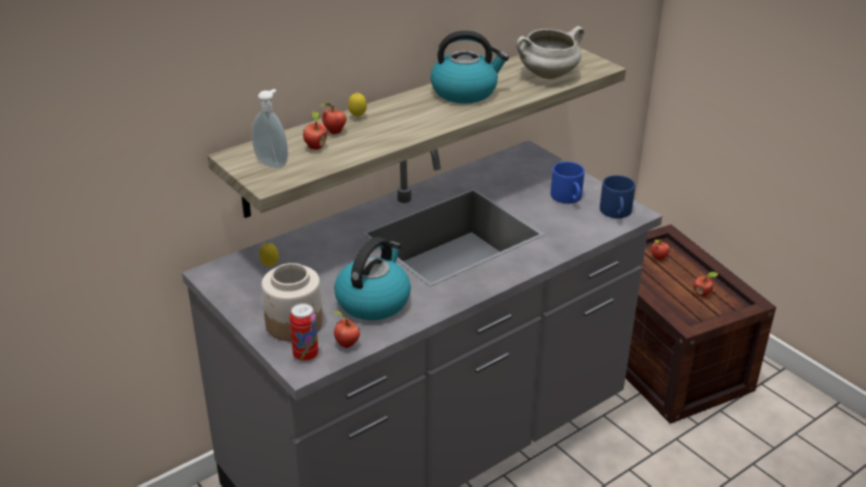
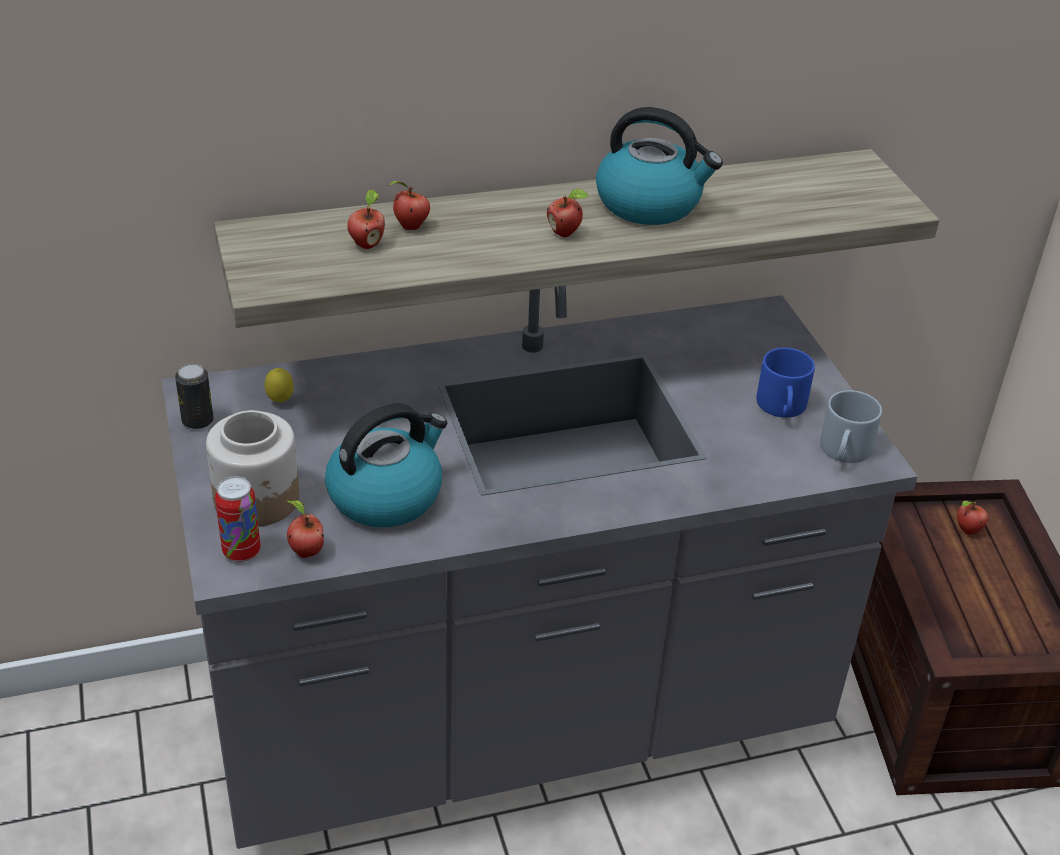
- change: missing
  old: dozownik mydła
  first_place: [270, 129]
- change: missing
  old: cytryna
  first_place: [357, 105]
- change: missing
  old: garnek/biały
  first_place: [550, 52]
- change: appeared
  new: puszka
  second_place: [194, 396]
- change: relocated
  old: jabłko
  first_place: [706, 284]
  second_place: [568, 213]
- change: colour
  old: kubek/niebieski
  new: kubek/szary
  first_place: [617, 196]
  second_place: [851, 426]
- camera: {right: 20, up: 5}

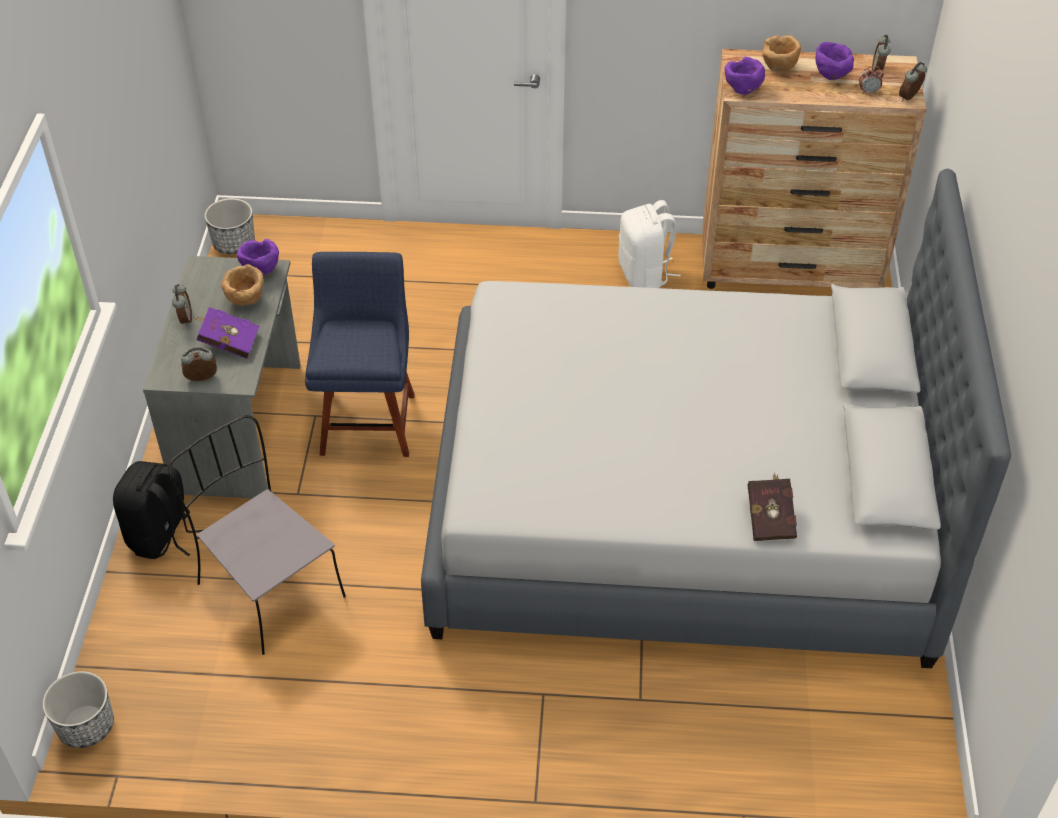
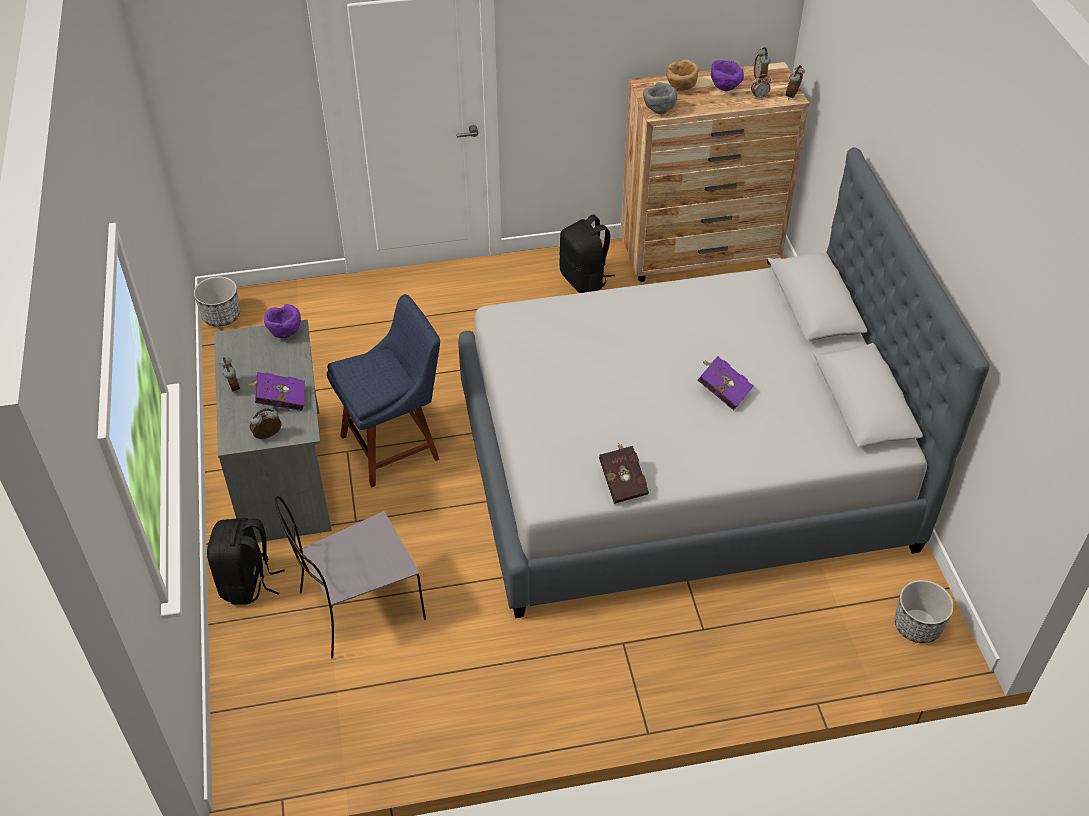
- change: missing
  old: miska/brązowy
  first_place: [242, 284]
- change: appeared
  new: książka/fioletowy
  second_place: [726, 383]
- change: relocated
  old: donica
  first_place: [78, 709]
  second_place: [924, 611]
- change: relocated
  old: książka/czerwony
  first_place: [772, 506]
  second_place: [624, 473]
- change: colour
  old: plecak/biały
  new: plecak/czarny
  first_place: [650, 244]
  second_place: [587, 254]
- change: colour
  old: miska/fioletowy
  new: miska/szary
  first_place: [744, 76]
  second_place: [660, 98]
- change: spun
  old: krzesło/szary
  first_place: [257, 535]
  second_place: [350, 577]
  degrees: -60
- change: spun
  old: krzesło/niebieski
  first_place: [360, 354]
  second_place: [383, 390]
  degrees: 75
- camera: {right: -15, up: 0}

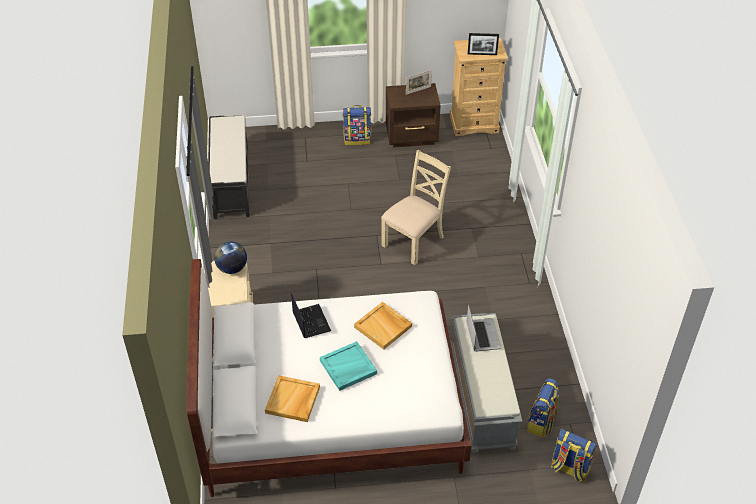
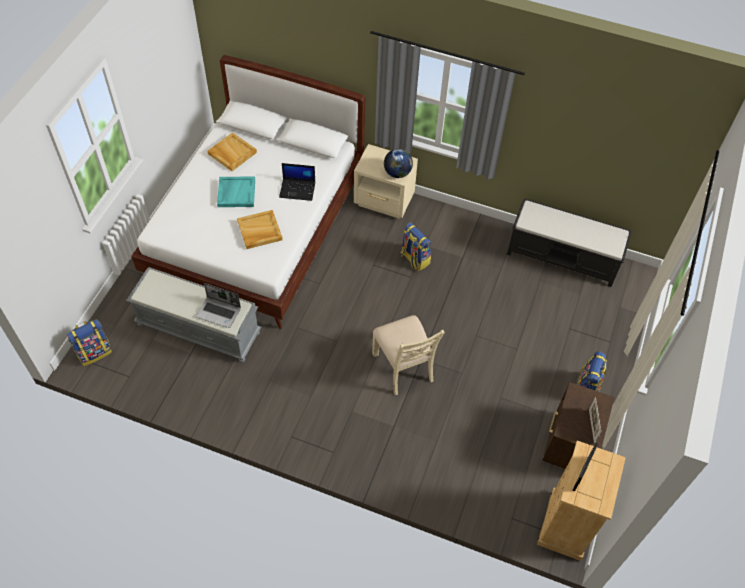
- change: relocated
  old: plecak
  first_place: [542, 408]
  second_place: [415, 247]
- camera: {right: 115, up: 10}

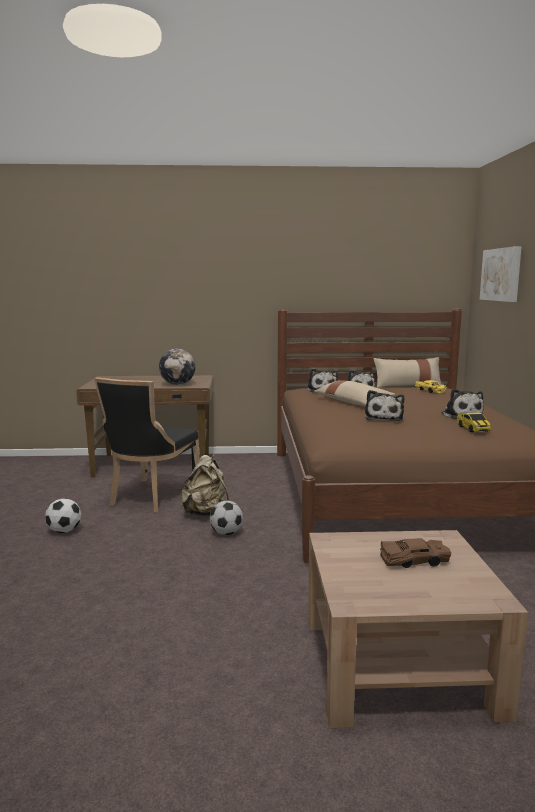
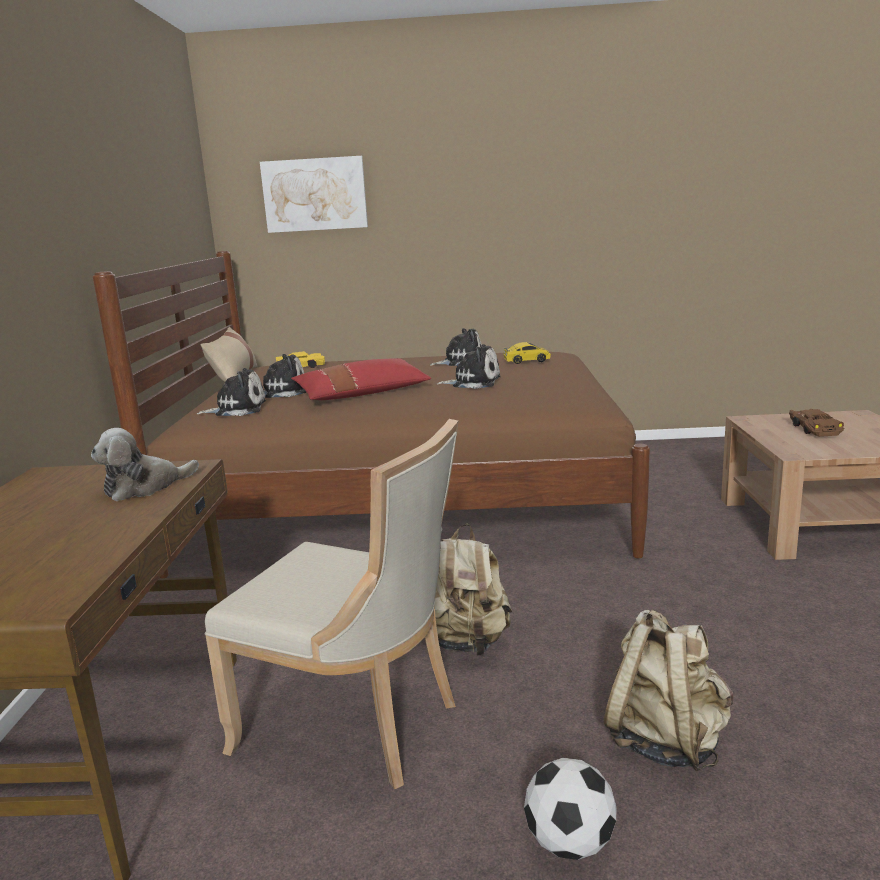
- change: missing
  old: piłka futbolowa
  first_place: [226, 518]
- change: appeared
  new: plecak/beżowy
  second_place: [668, 690]
- change: exchanged
  old: globus
  new: pluszak
  first_place: [177, 367]
  second_place: [145, 464]
- change: colour
  old: krzesło/czarny
  new: krzesło/beżowy
  first_place: [146, 444]
  second_place: [331, 604]
- change: colour
  old: poduszka/beżowy
  new: poduszka/czerwony
  first_place: [354, 393]
  second_place: [361, 379]
- camera: {right: -85, up: 5}

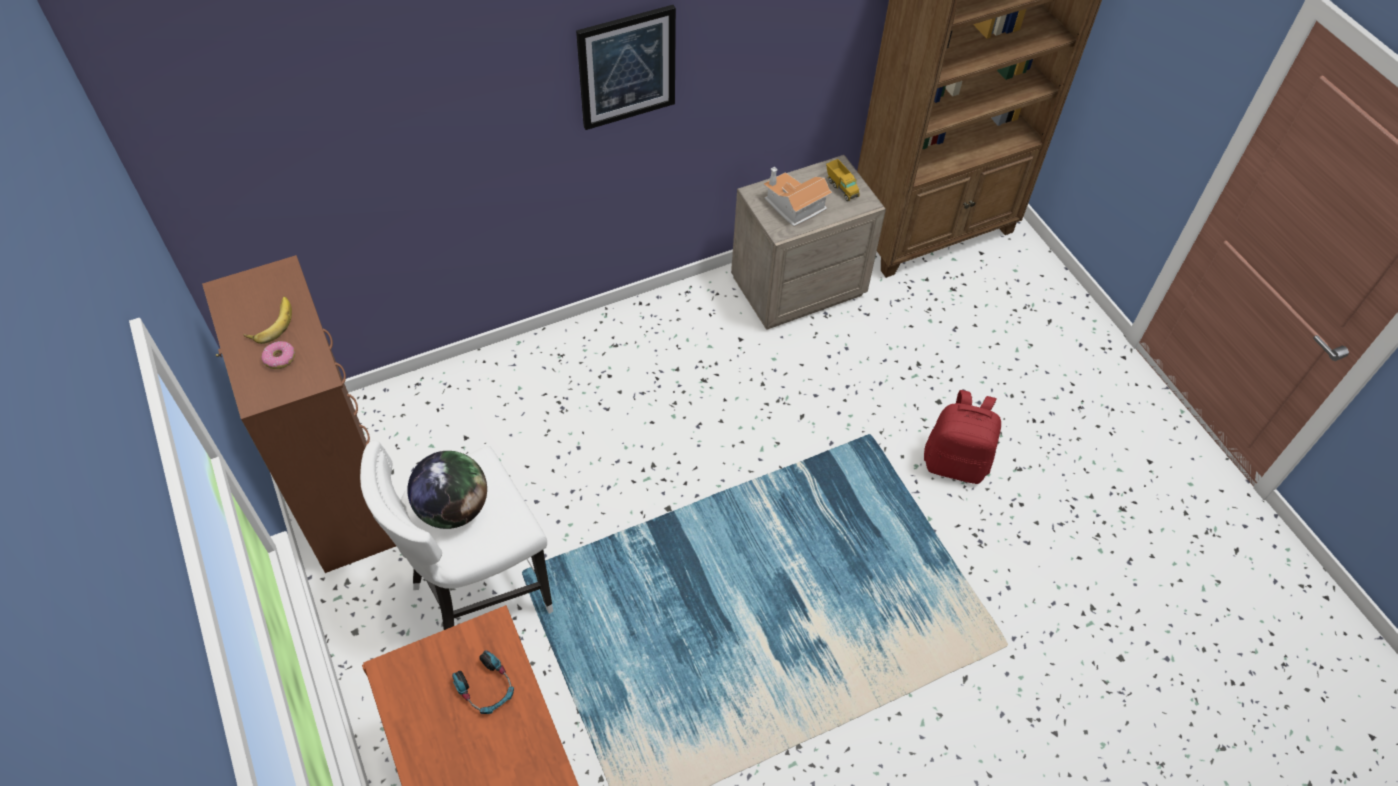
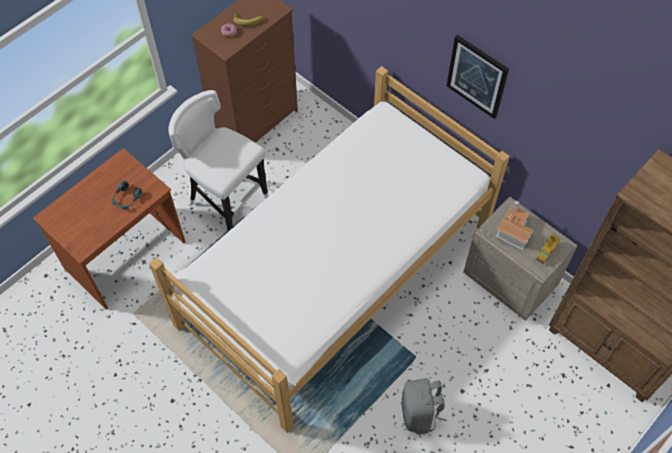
- change: missing
  old: globus
  first_place: [447, 490]
- change: appeared
  new: łóżko
  second_place: [329, 249]
- change: colour
  old: plecak/czerwony
  new: plecak/szary
  first_place: [962, 437]
  second_place: [424, 406]
- camera: {right: 70, up: 5}

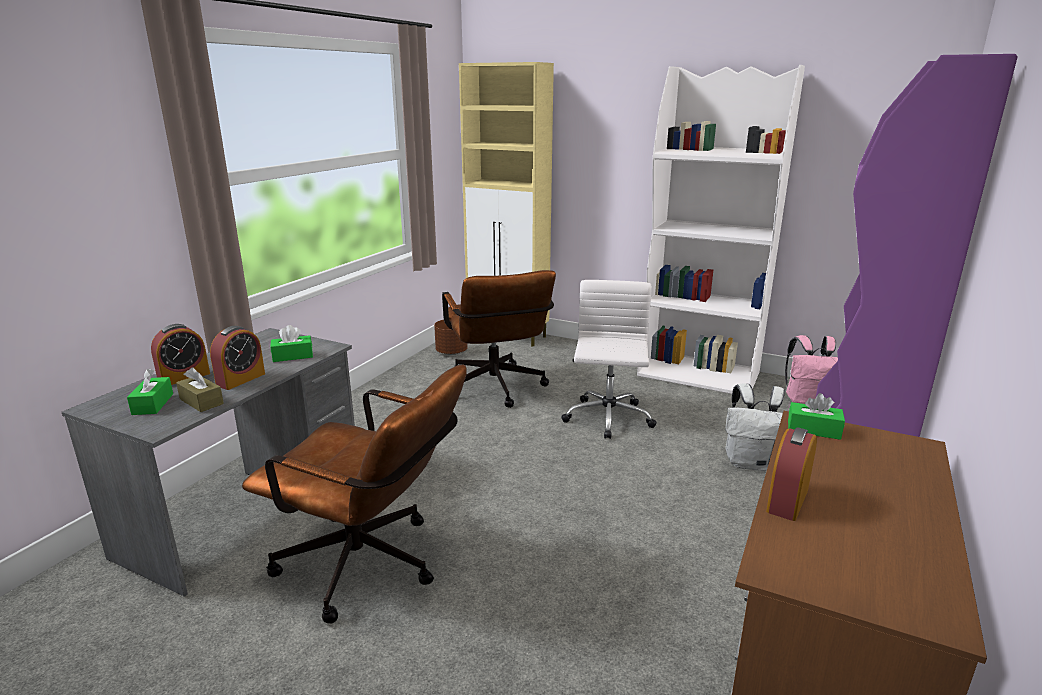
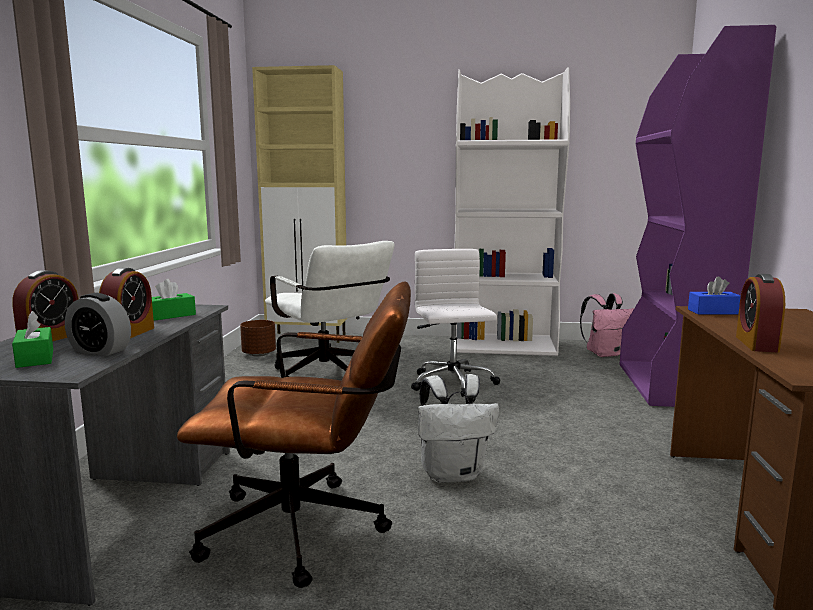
- change: relocated
  old: plecak/biały
  first_place: [755, 427]
  second_place: [458, 428]
- change: exchanged
  old: pudełko chusteczek/brązowy
  new: budzik
  first_place: [200, 389]
  second_place: [98, 324]
- change: colour
  old: krzesło biurowe/brązowy
  new: krzesło biurowe/biały
  first_place: [499, 339]
  second_place: [330, 309]
- change: colour
  old: pudełko chusteczek/zielony
  new: pudełko chusteczek/niebieski
  first_place: [816, 416]
  second_place: [714, 295]
- camera: {right: -20, up: -10}

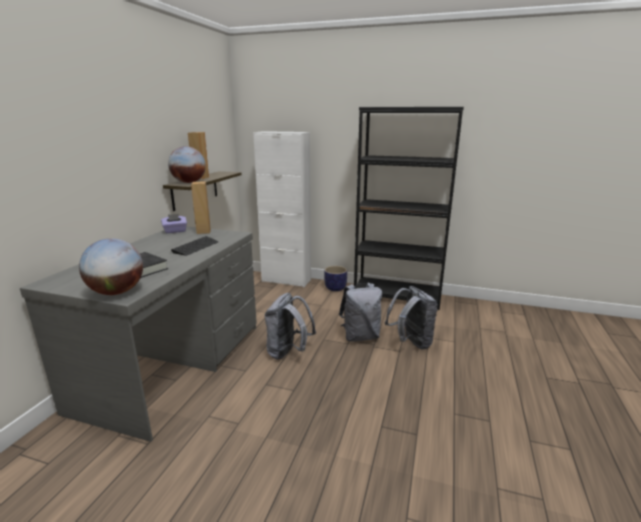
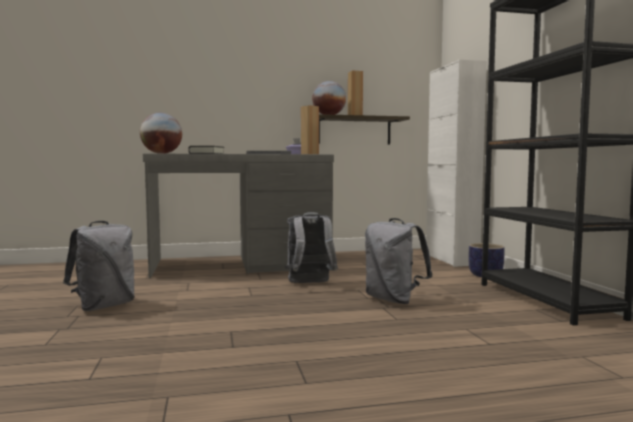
- change: relocated
  old: plecak/szary
  first_place: [411, 317]
  second_place: [99, 266]
- camera: {right: 60, up: -15}

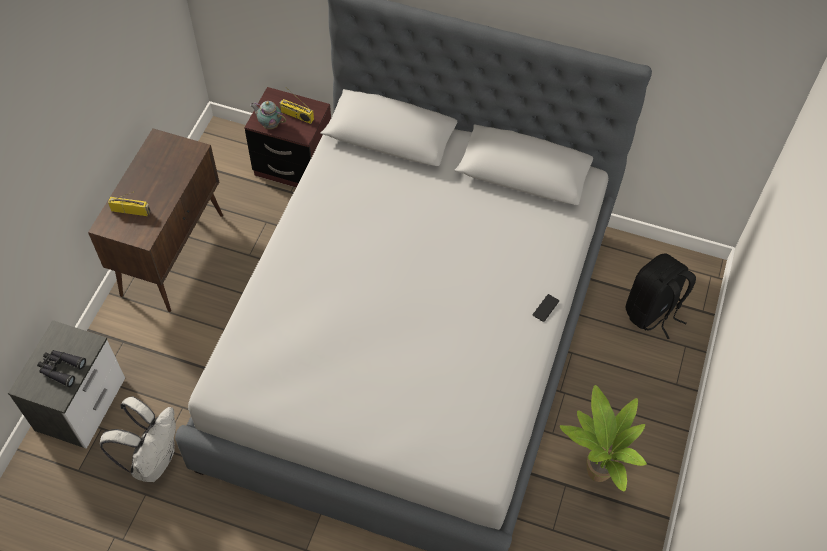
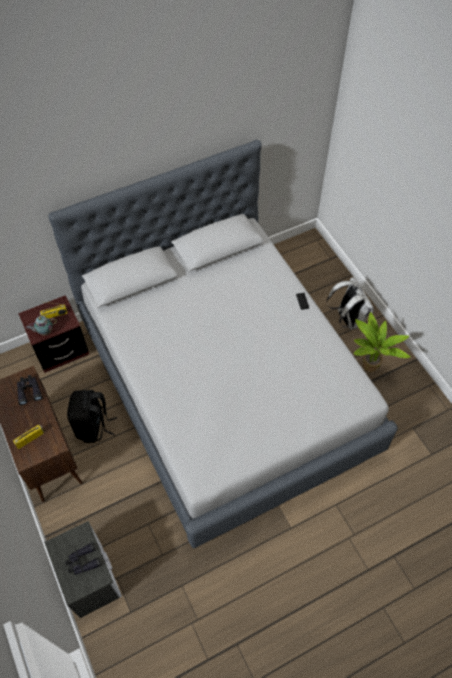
- change: appeared
  new: lornetka/czarny
  second_place: [29, 390]
- change: relocated
  old: plecak/biały
  first_place: [138, 439]
  second_place: [349, 303]
- change: relocated
  old: plecak/czarny
  first_place: [660, 296]
  second_place: [92, 416]
- camera: {right: -45, up: 0}

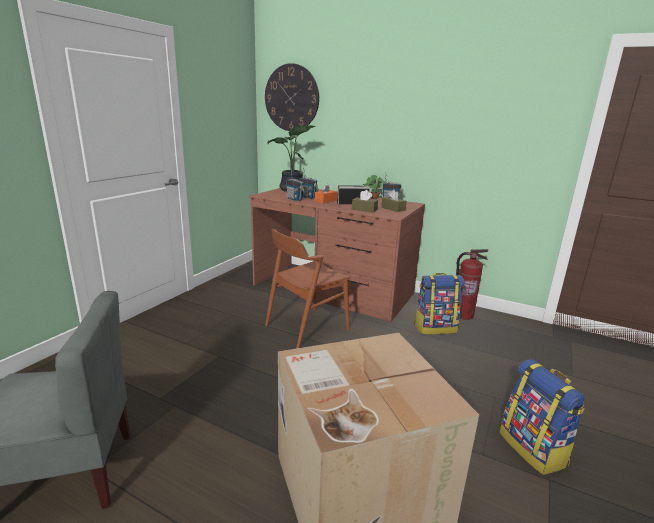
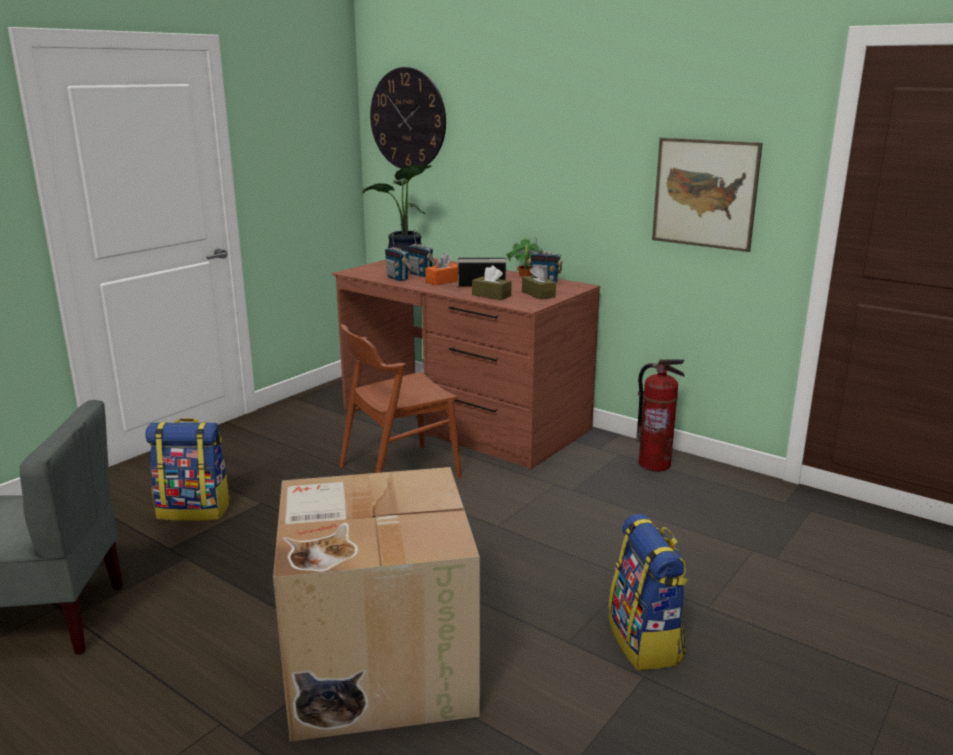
- change: appeared
  new: obraz
  second_place: [707, 195]
- change: relocated
  old: plecak
  first_place: [439, 304]
  second_place: [188, 469]
- camera: {right: 10, up: 0}

